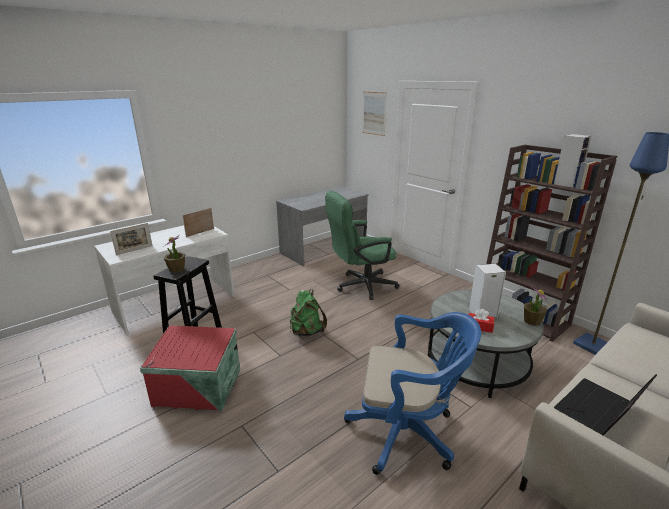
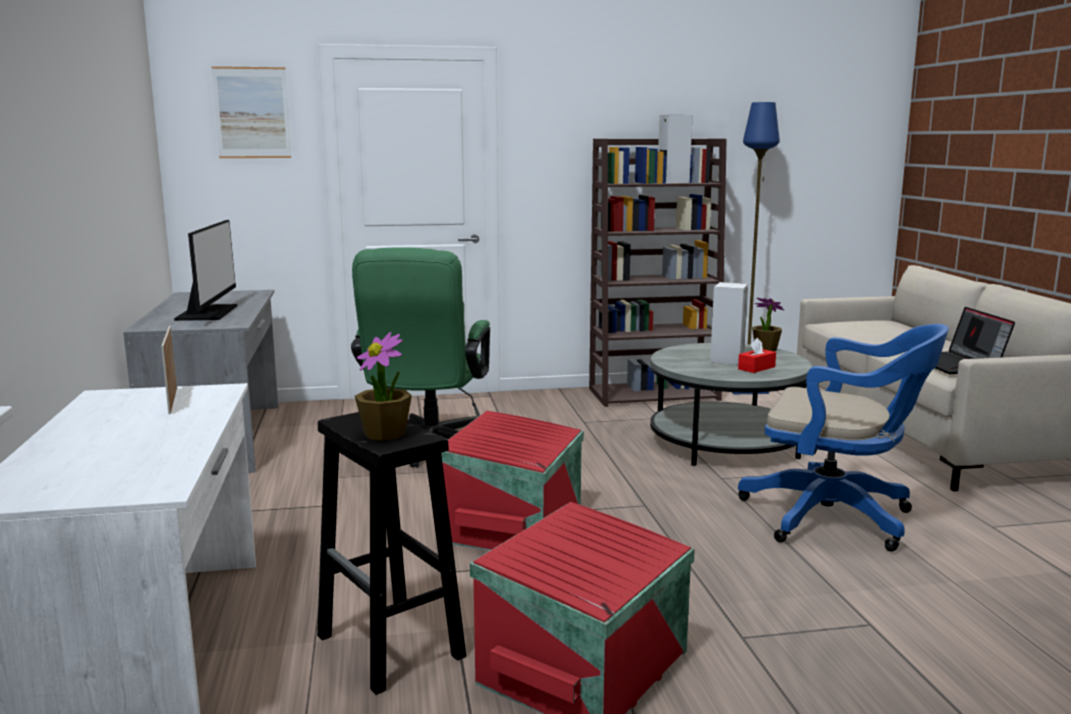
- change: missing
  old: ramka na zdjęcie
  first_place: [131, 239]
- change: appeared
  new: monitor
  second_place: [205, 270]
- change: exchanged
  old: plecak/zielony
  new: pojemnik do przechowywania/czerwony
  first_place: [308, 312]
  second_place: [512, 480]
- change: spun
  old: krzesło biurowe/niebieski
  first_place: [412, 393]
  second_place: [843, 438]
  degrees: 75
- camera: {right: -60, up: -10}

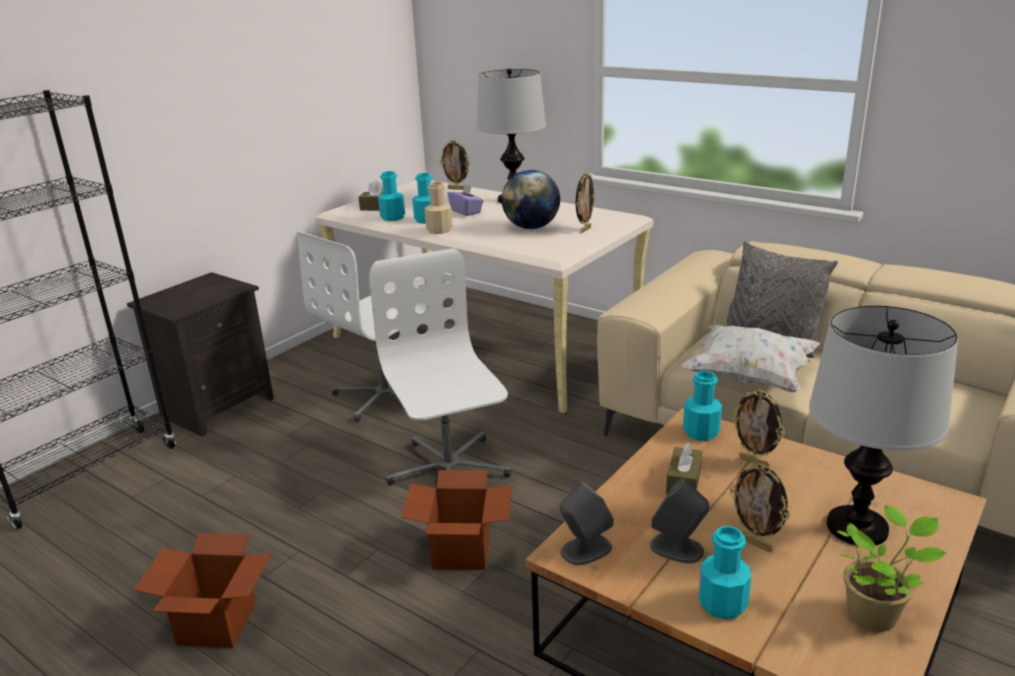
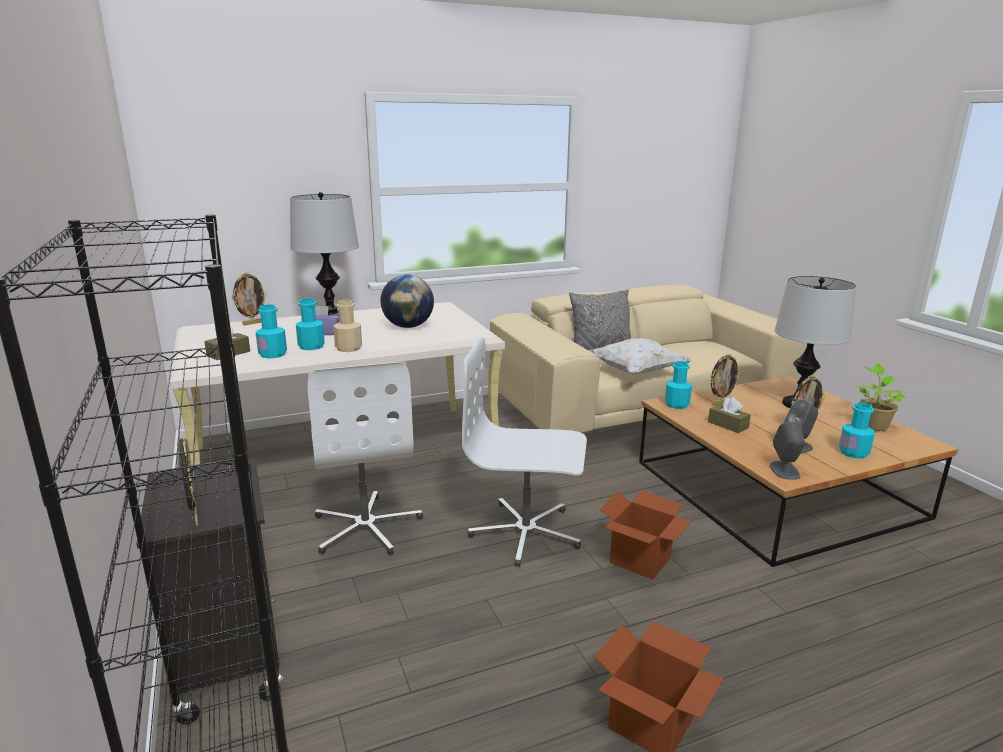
- change: relocated
  old: ramka na zdjęcie
  first_place: [586, 202]
  second_place: [188, 480]
- camera: {right: -60, up: -5}

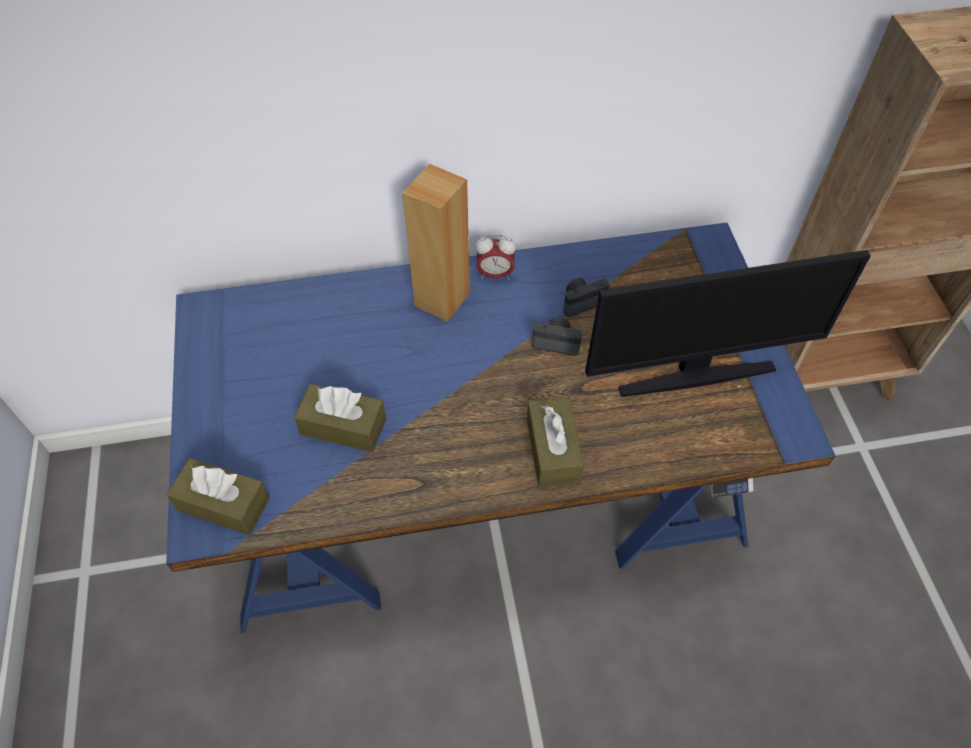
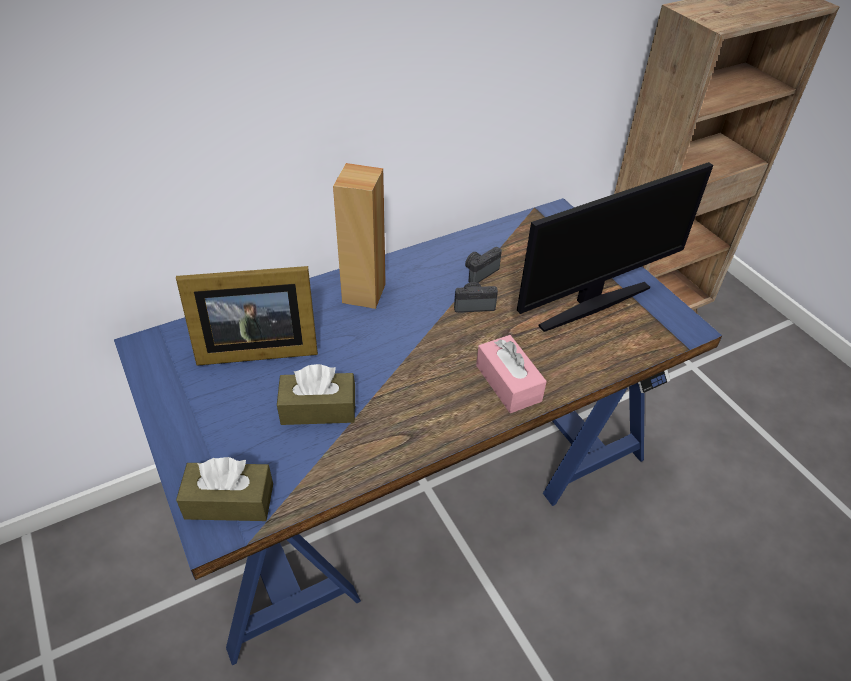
- change: missing
  old: budzik
  first_place: [495, 257]
- change: appeared
  new: ramka na zdjęcie
  second_place: [247, 316]
- change: colour
  old: pudełko chusteczek/brązowy
  new: pudełko chusteczek/różowy
  first_place: [555, 442]
  second_place: [511, 374]
- camera: {right: -20, up: -10}

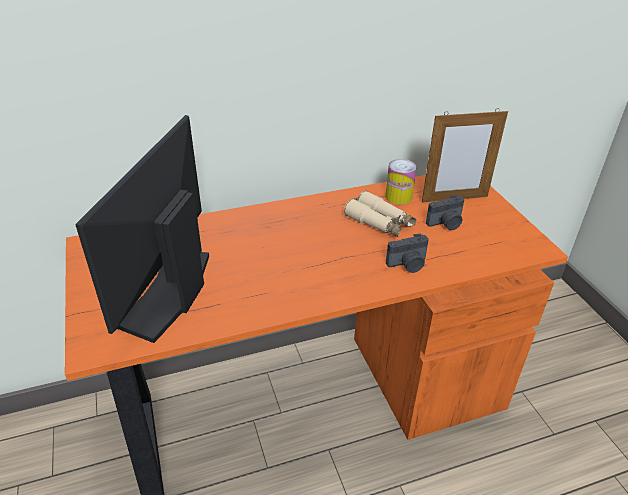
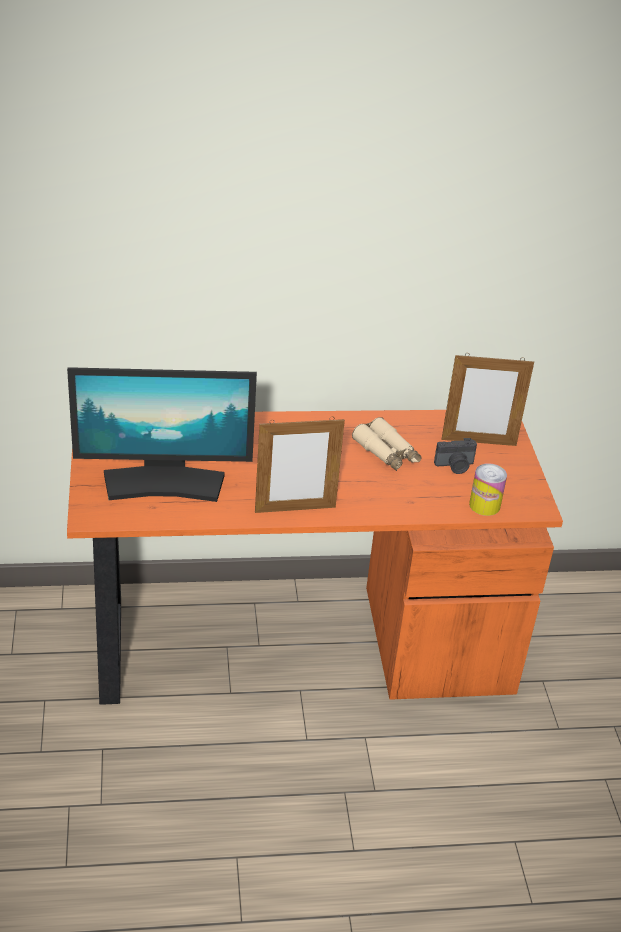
- change: missing
  old: aparat fotograficzny
  first_place: [407, 253]
- change: appeared
  new: ramka na zdjęcie
  second_place: [300, 465]
- change: relocated
  old: puszka
  first_place: [400, 181]
  second_place: [488, 489]
- change: spun
  old: monitor
  first_place: [142, 229]
  second_place: [162, 434]
  degrees: -120
- camera: {right: 10, up: 0}

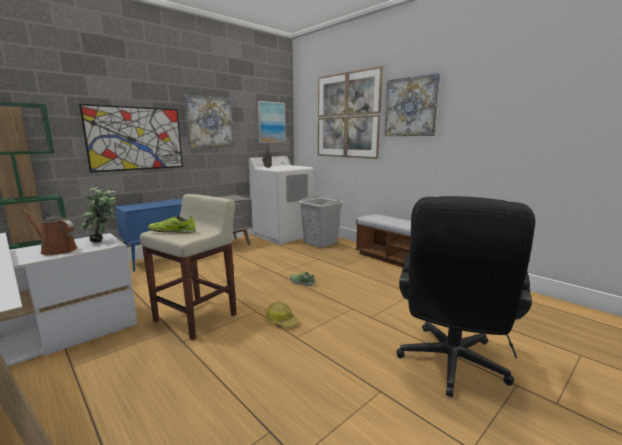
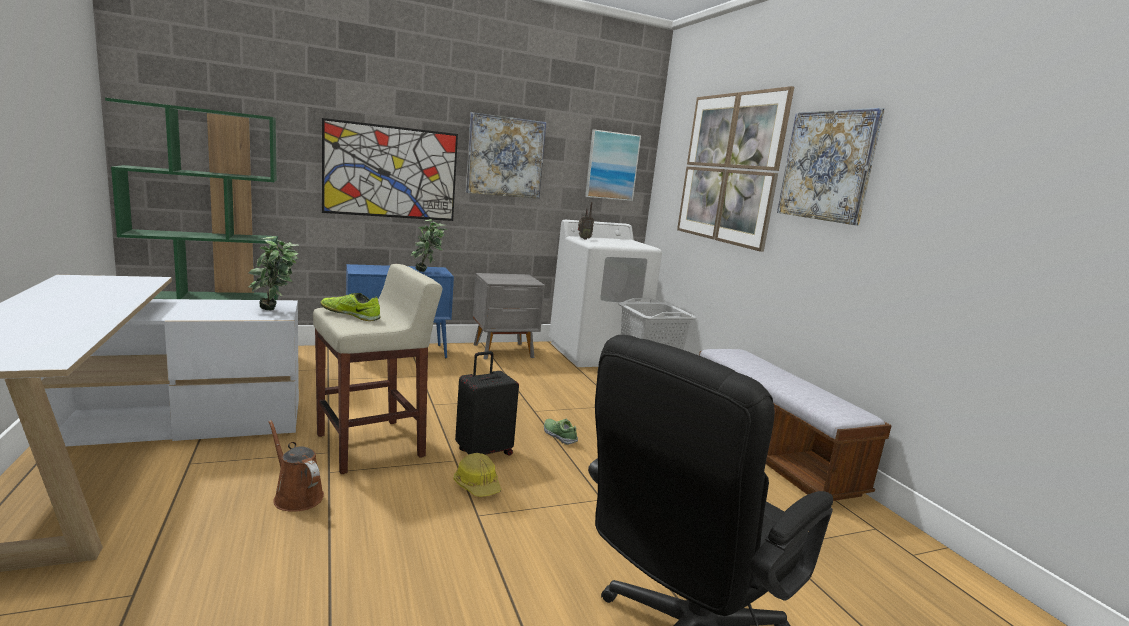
- change: appeared
  new: roślina doniczkowa
  second_place: [428, 245]
- change: appeared
  new: walizka/czarny
  second_place: [487, 403]
- change: relocated
  old: konewka/brązowy
  first_place: [49, 232]
  second_place: [296, 466]
- camera: {right: 20, up: 0}

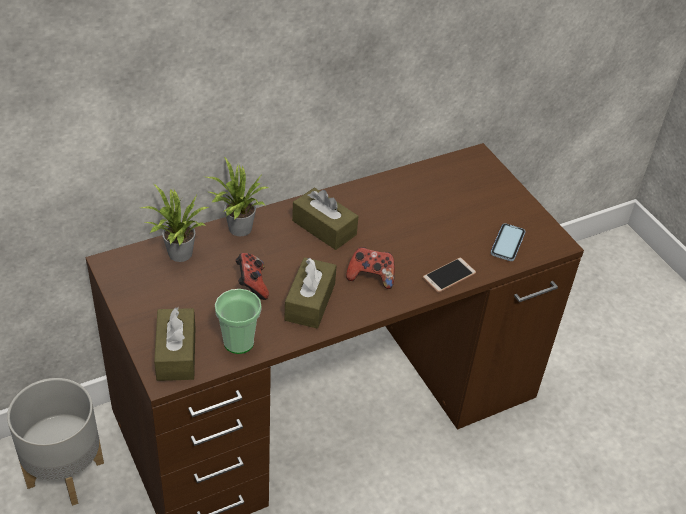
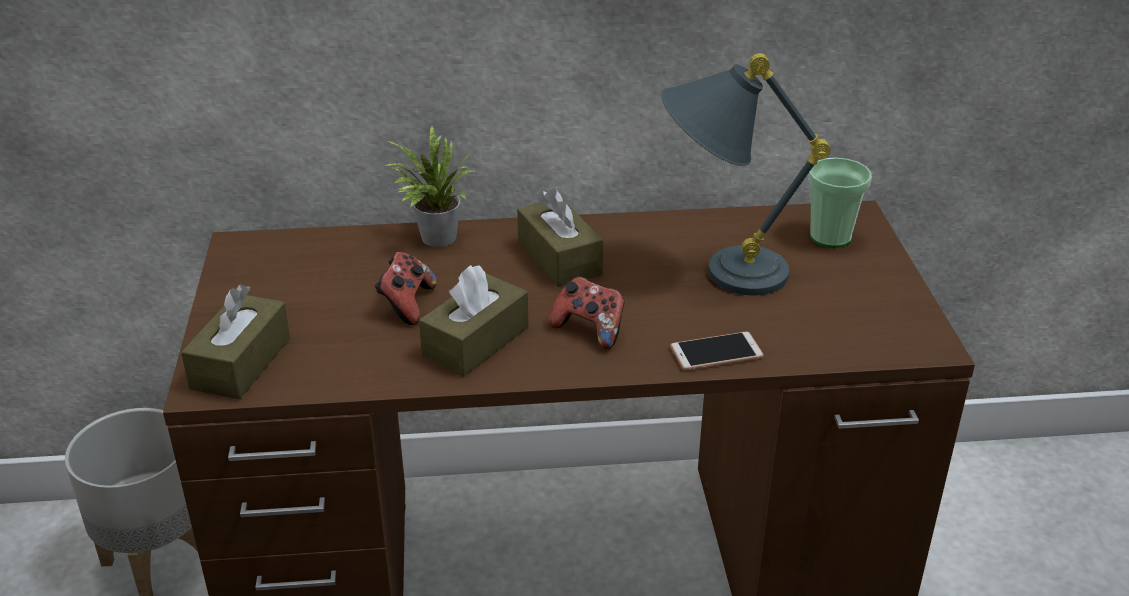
- change: missing
  old: roślina doniczkowa
  first_place: [175, 223]
- change: missing
  old: telefon
  first_place: [508, 242]
- change: appeared
  new: lampa stołowa/szary
  second_place: [746, 174]
- change: relocated
  old: filiżanka
  first_place: [238, 321]
  second_place: [840, 202]
- camera: {right: 25, up: -10}

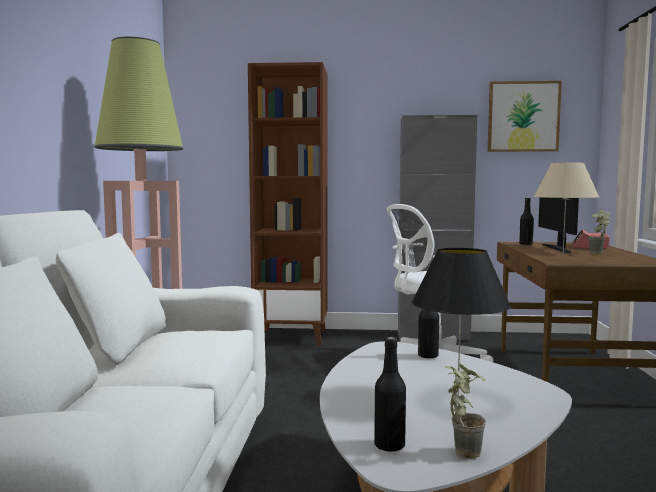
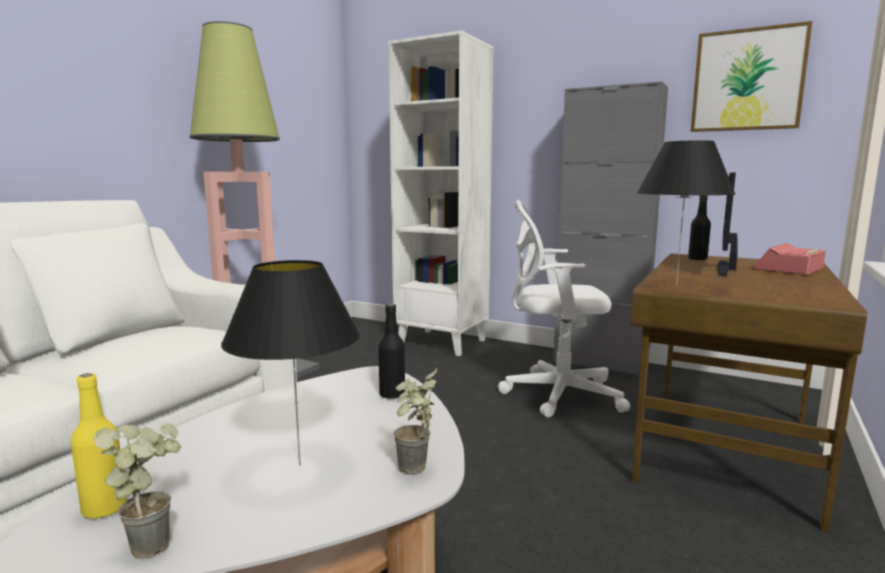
- change: relocated
  old: roślina doniczkowa
  first_place: [599, 231]
  second_place: [415, 421]
- change: colour
  old: regał/brązowy
  new: regał/biały
  first_place: [288, 204]
  second_place: [441, 193]
- change: colour
  old: butelka/czarny
  new: butelka/żółty
  first_place: [390, 394]
  second_place: [99, 446]
- change: colour
  old: lampa stołowa/beżowy
  new: lampa stołowa/czarny
  first_place: [566, 211]
  second_place: [686, 213]
- camera: {right: 25, up: 5}

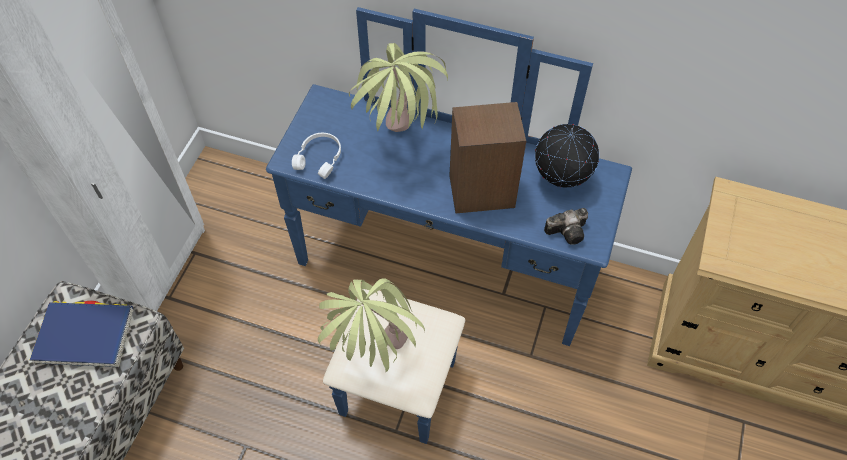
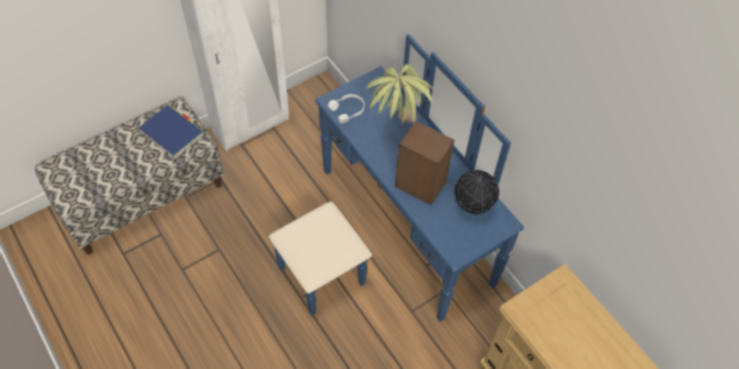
- change: missing
  old: roślina doniczkowa
  first_place: [371, 325]
- change: missing
  old: aparat fotograficzny
  first_place: [566, 226]
- camera: {right: 35, up: 0}

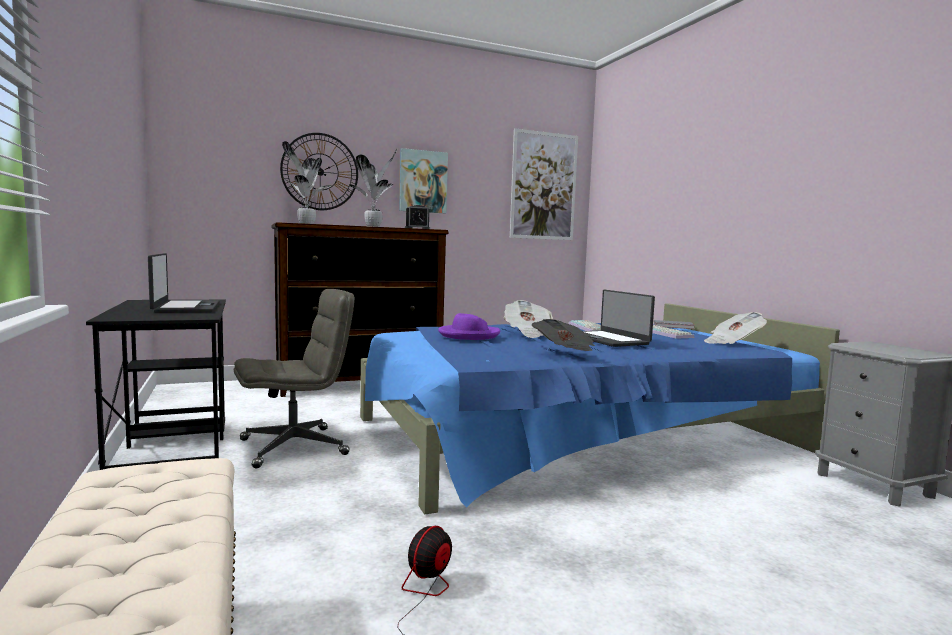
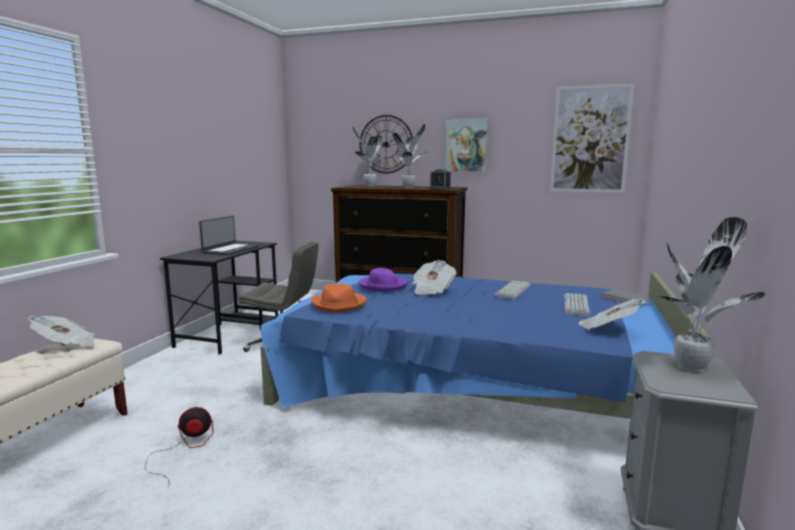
- change: missing
  old: laptop
  first_place: [618, 318]
- change: appeared
  new: kapelusz/pomarańczowy
  second_place: [339, 298]
- change: appeared
  new: roślina doniczkowa
  second_place: [710, 294]
- change: relocated
  old: gazeta
  first_place: [563, 335]
  second_place: [61, 331]
- camera: {right: 40, up: 5}

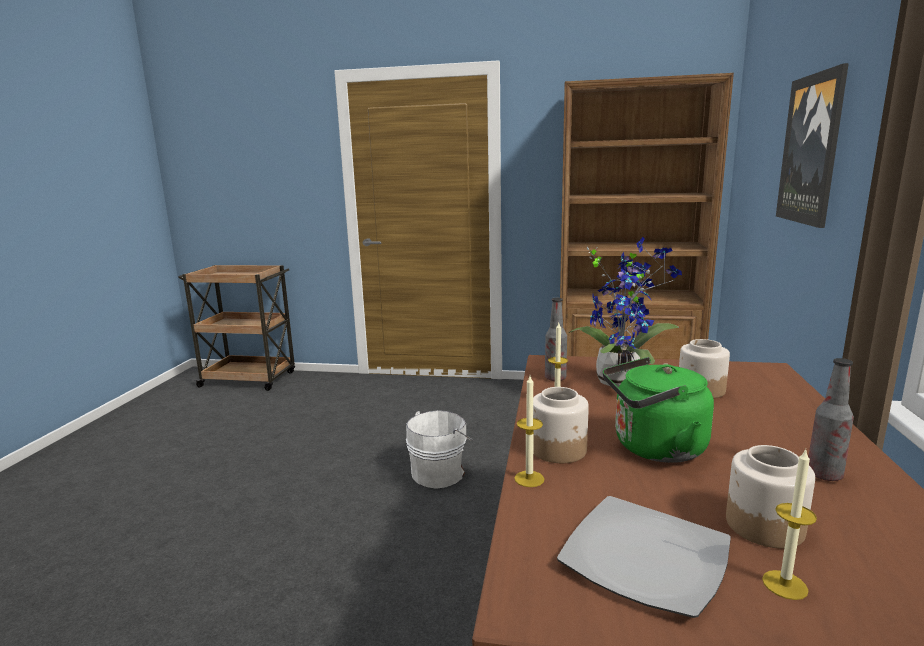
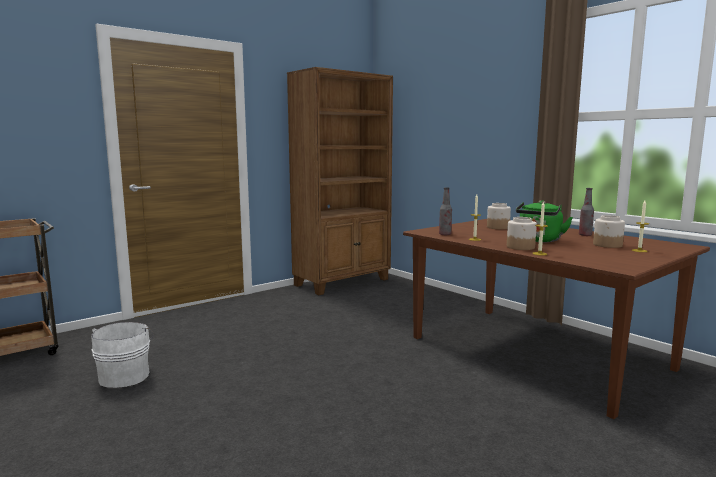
- change: missing
  old: talerz
  first_place: [644, 557]
- change: missing
  old: roślina doniczkowa
  first_place: [625, 312]
- change: missing
  old: obraz
  first_place: [812, 145]
- change: relocated
  old: wiadro/biały
  first_place: [439, 449]
  second_place: [122, 355]
- camera: {right: -50, up: -5}

